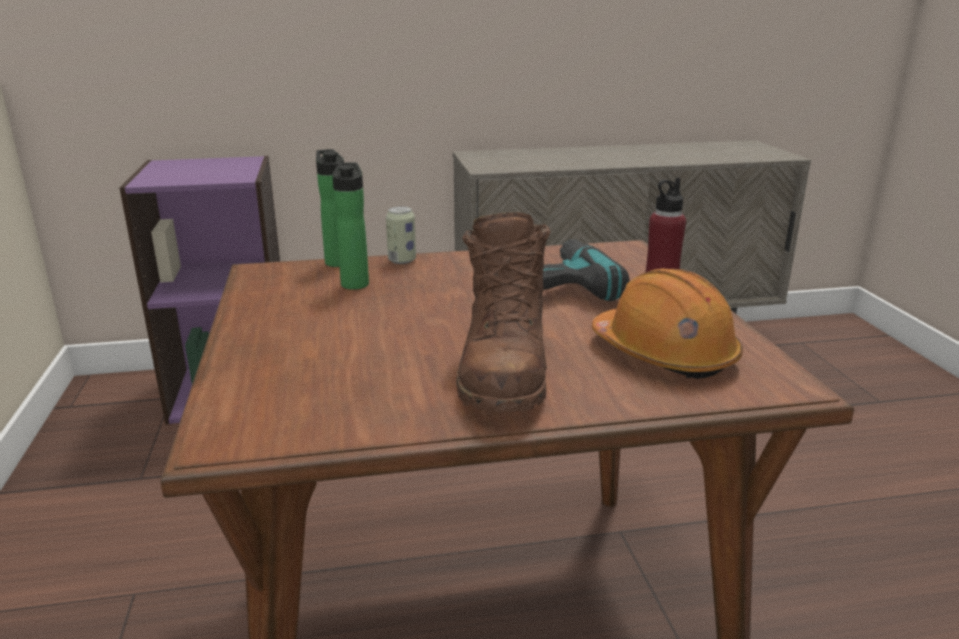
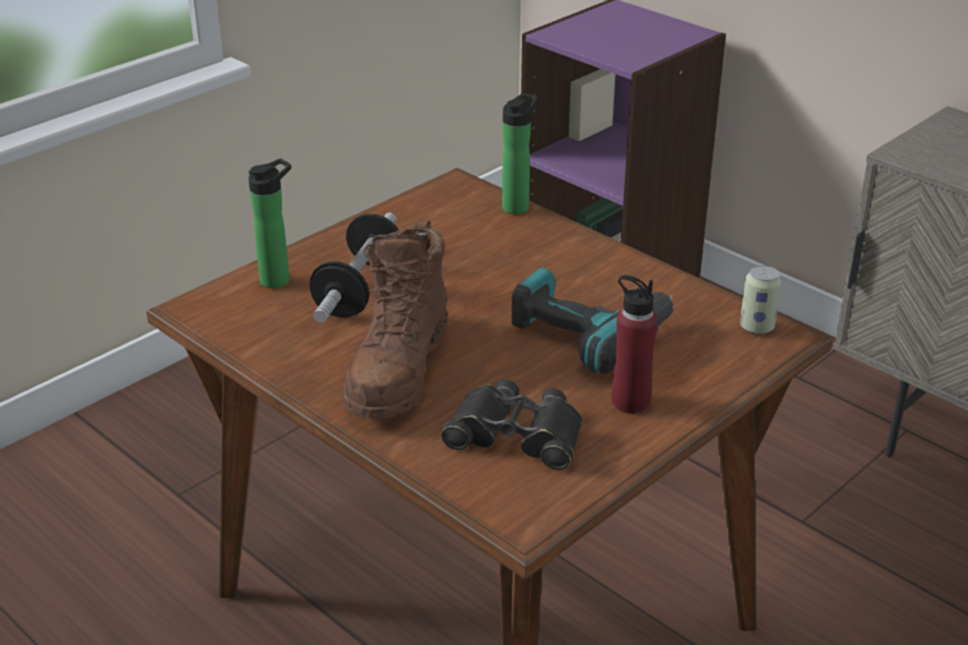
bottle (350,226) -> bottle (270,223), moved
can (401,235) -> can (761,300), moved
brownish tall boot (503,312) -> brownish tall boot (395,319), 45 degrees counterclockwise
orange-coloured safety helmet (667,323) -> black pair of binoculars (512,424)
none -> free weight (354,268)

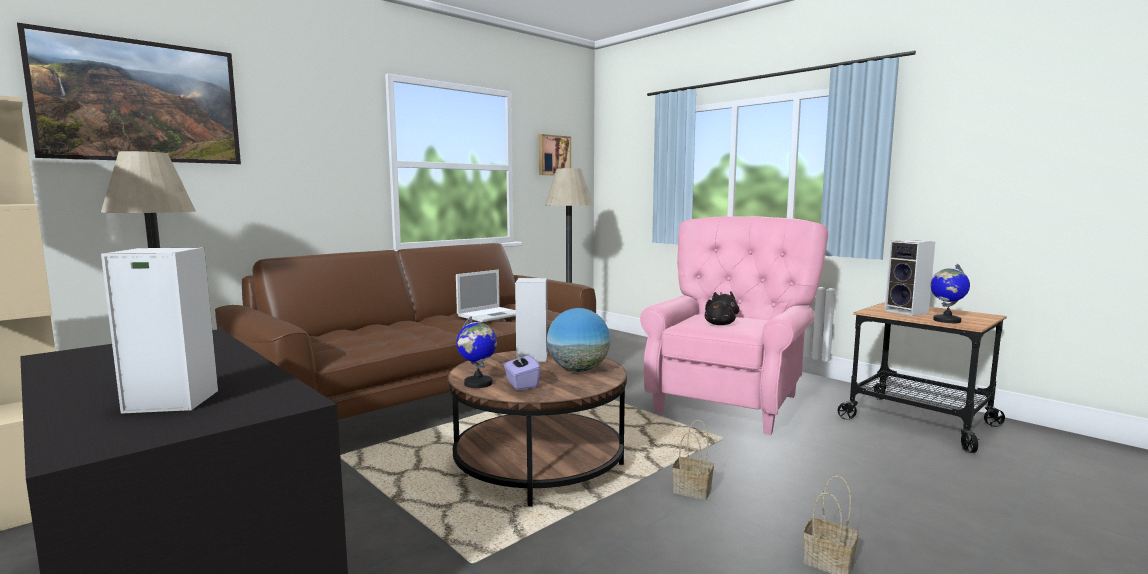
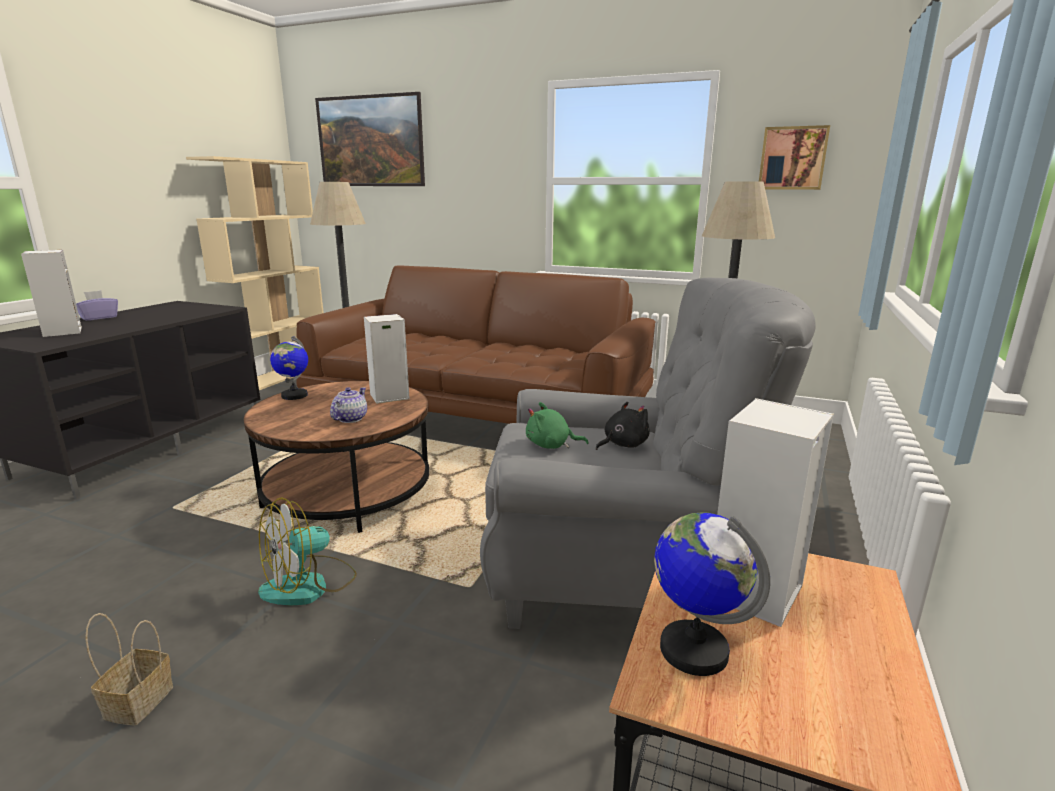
portable computer (486,295) -> none
purple box of tissues (522,371) -> purple box of tissues (97,305), moved
world globe (578,340) -> teapot (348,405)
pinkish armchair (734,325) -> grey armchair (648,453)
storage basket (693,460) -> electric fan (307,551)
black plush toy (720,312) -> green-coloured plush toy (557,425)

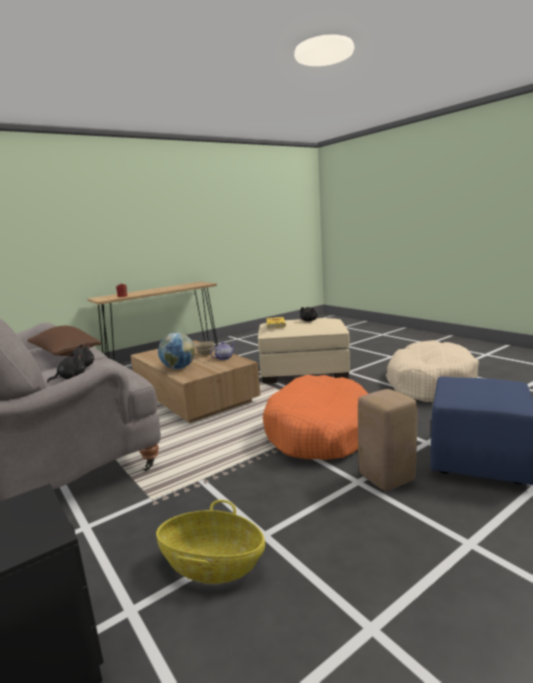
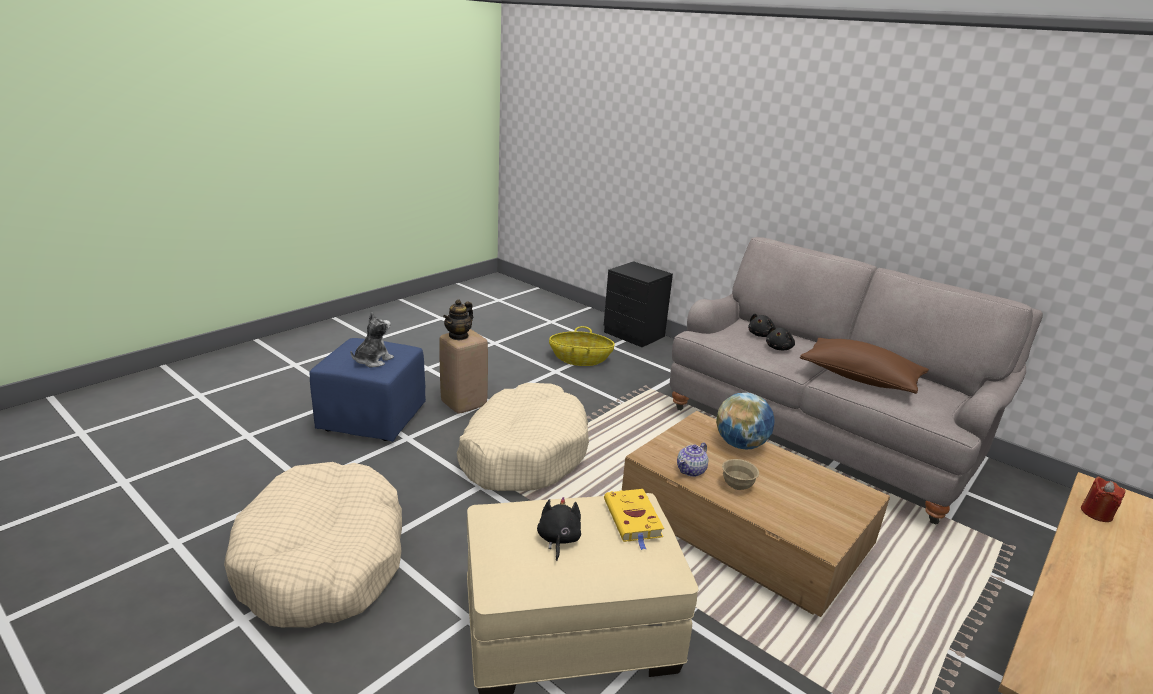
orange-coloured pet bed (316,417) -> beige pet bed (523,437)
none -> plush toy (372,339)
none -> teapot (458,319)

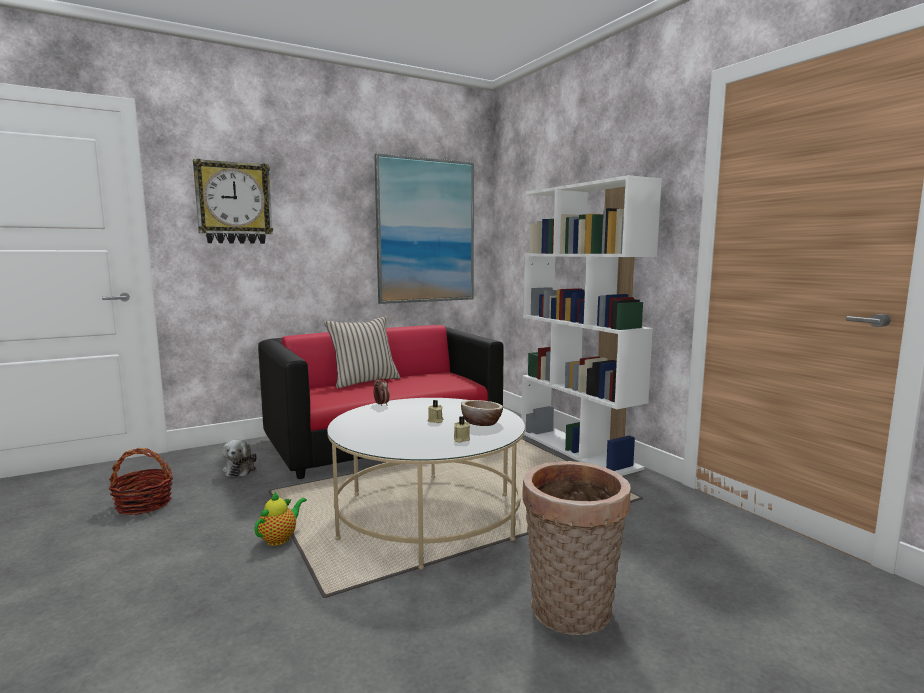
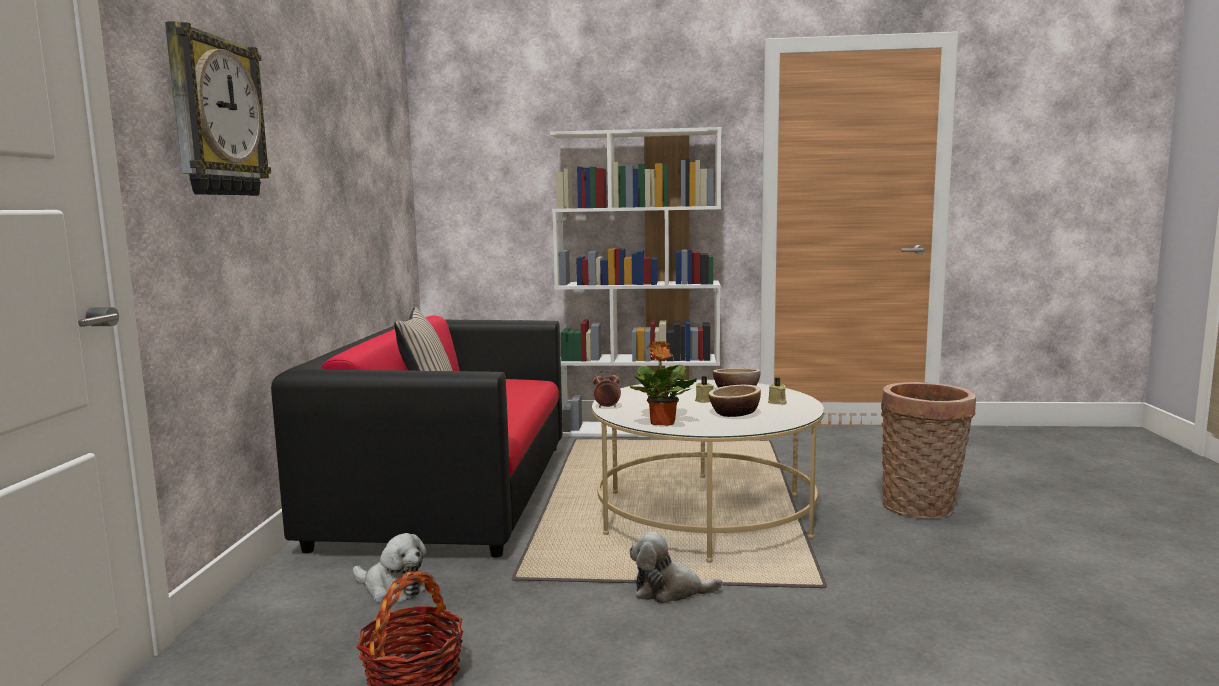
teapot (280,519) -> plush toy (676,567)
wall picture (424,228) -> none
none -> plant in a pot (664,383)
none -> deep dish (734,401)

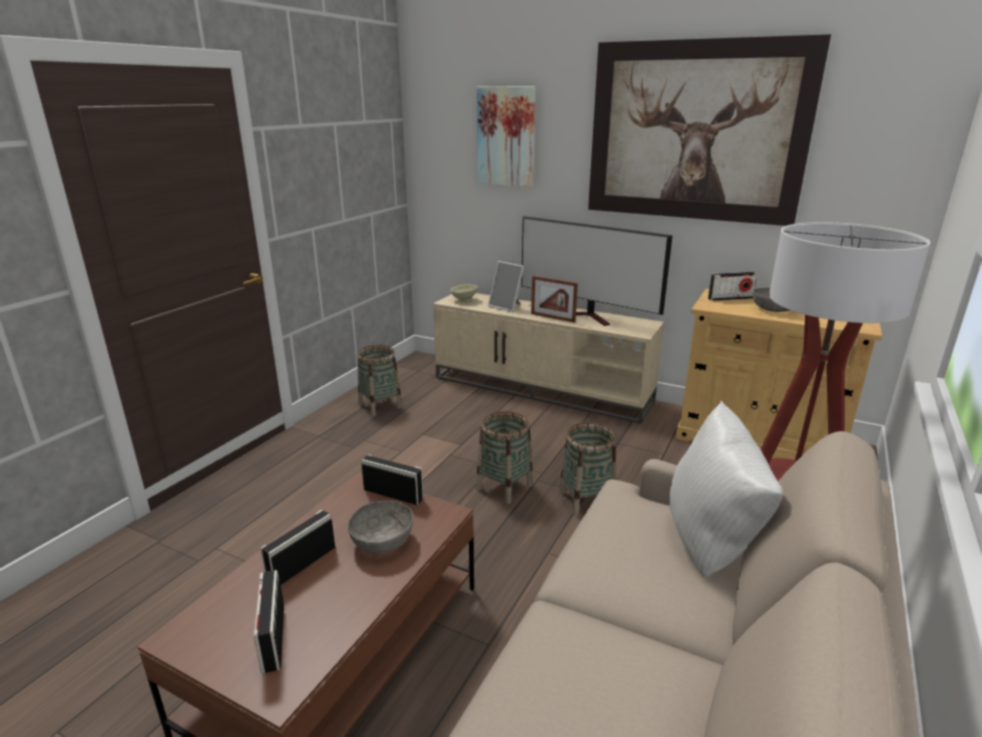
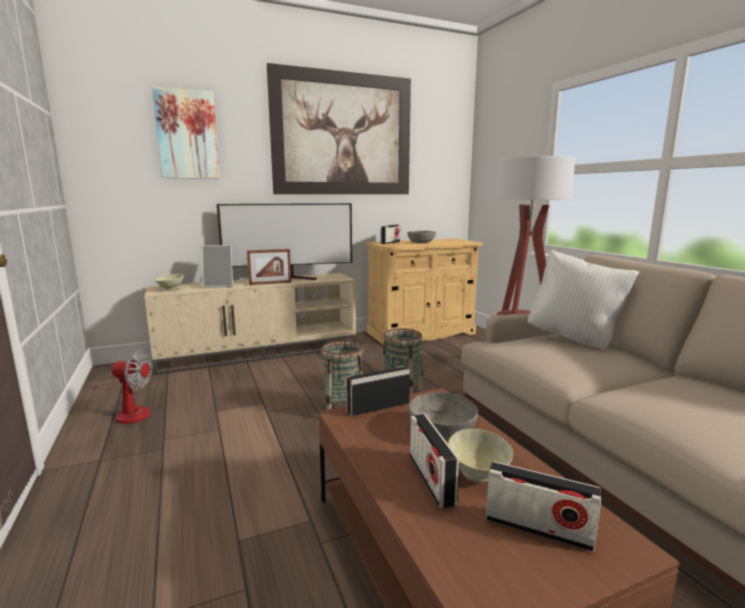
storage basket (379,380) -> electric fan (132,387)
none -> beige deep dish (480,455)

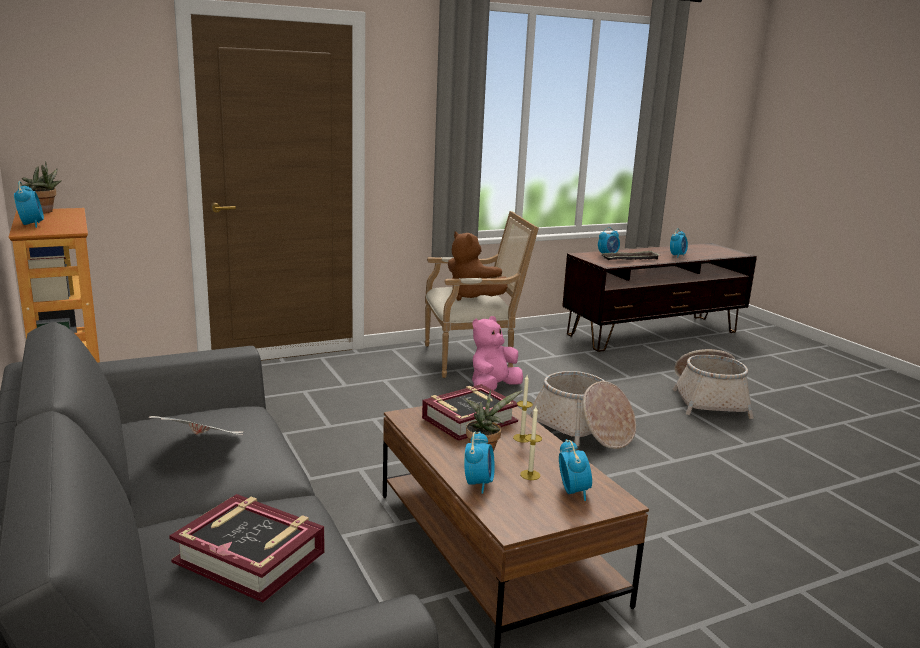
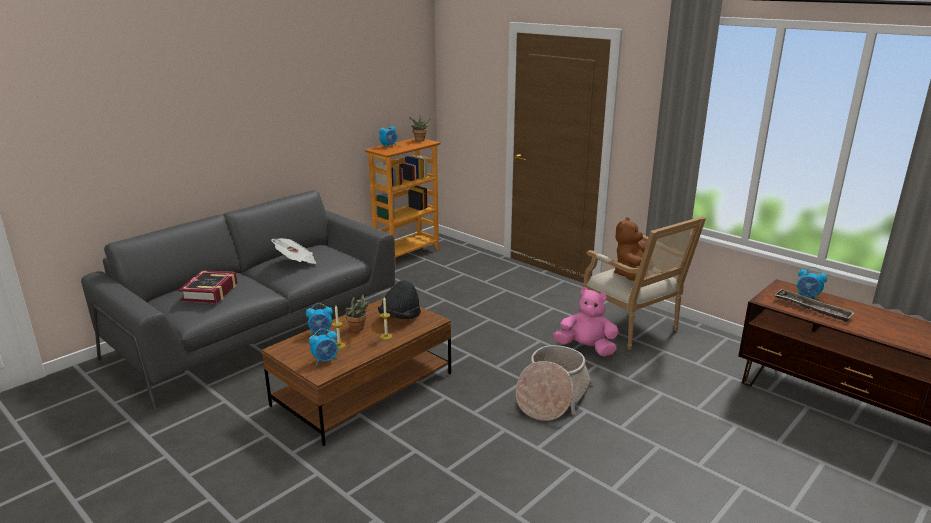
book (470,412) -> black hat (399,299)
alarm clock (679,243) -> none
storage basket (713,384) -> none

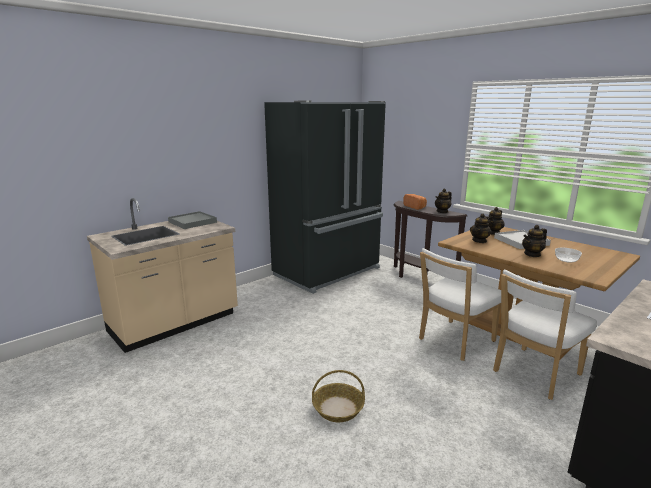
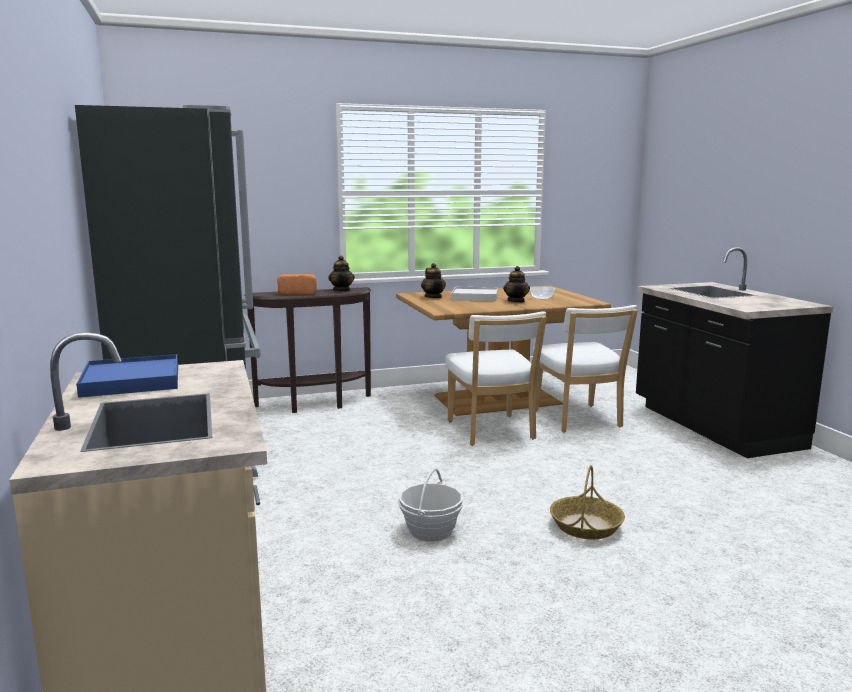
grey carrying tray (192,220) -> blue-coloured carrying tray (127,376)
teapot (480,228) -> none
none -> storage basket (431,505)

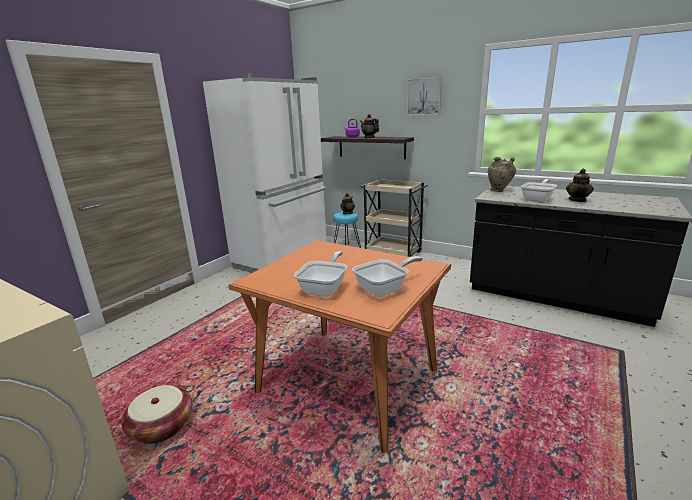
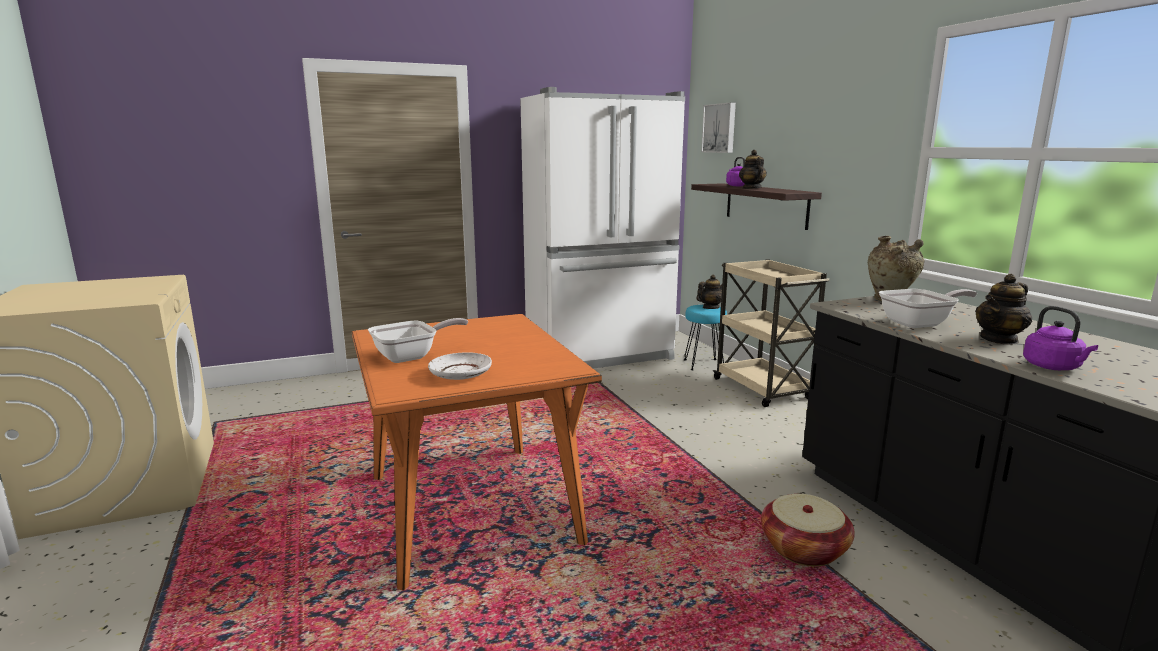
storage basket (156,414) -> storage basket (808,530), moved
pan (387,276) -> white-coloured dinner plate (460,366)
wall picture (424,96) -> wall picture (718,127), moved
none -> purple kettle (1060,338)

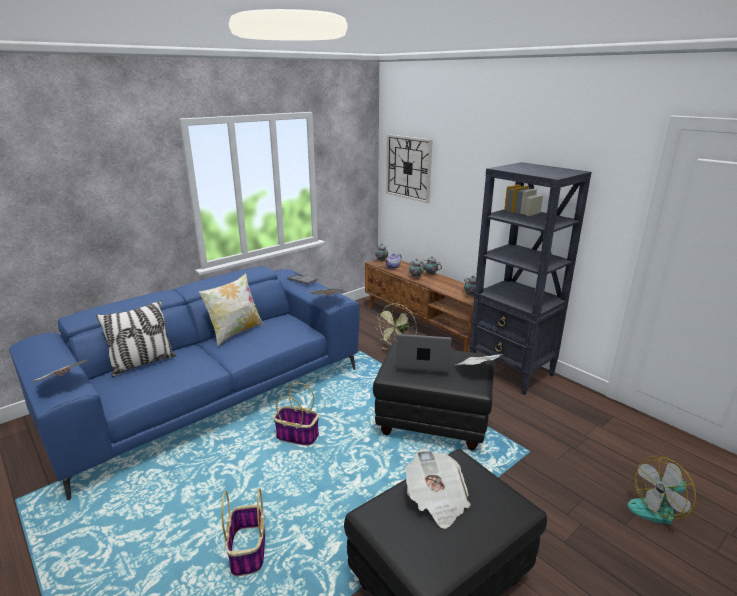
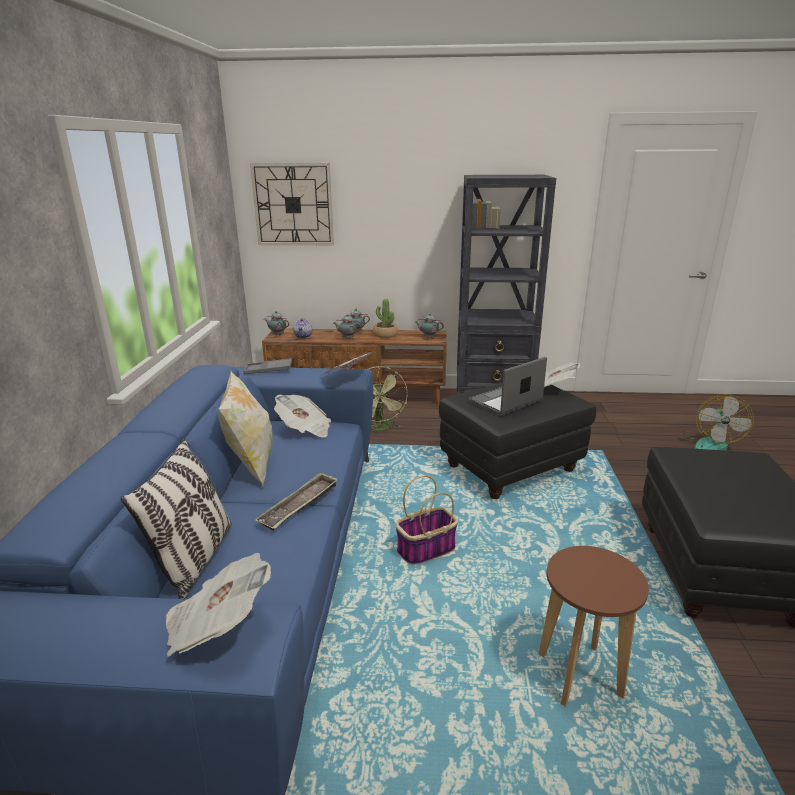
storage basket (243,532) -> brownish stool (593,626)
printed paper (437,489) -> printed paper (302,416), moved
none -> carrying tray (296,501)
none -> plant in a pot (385,318)

